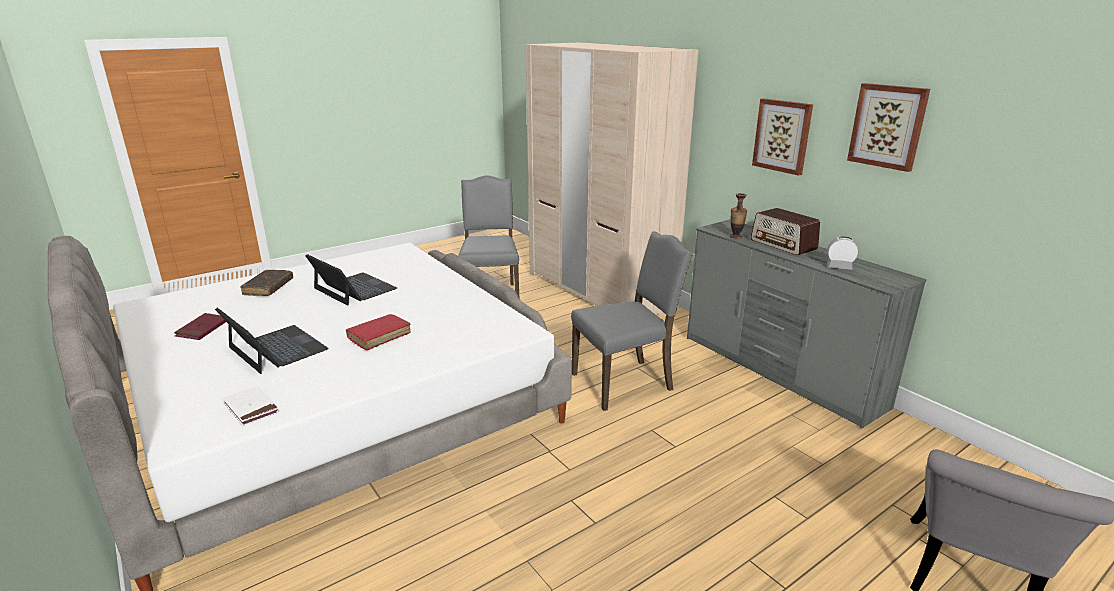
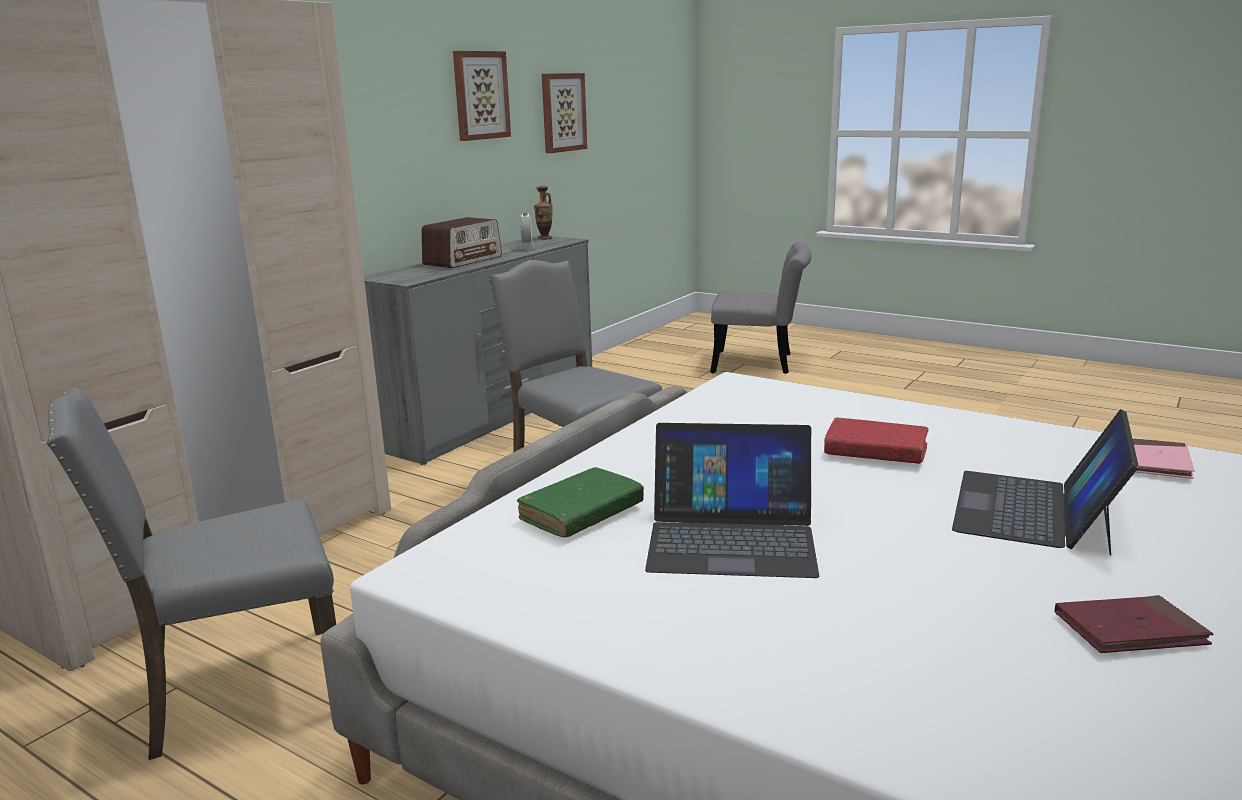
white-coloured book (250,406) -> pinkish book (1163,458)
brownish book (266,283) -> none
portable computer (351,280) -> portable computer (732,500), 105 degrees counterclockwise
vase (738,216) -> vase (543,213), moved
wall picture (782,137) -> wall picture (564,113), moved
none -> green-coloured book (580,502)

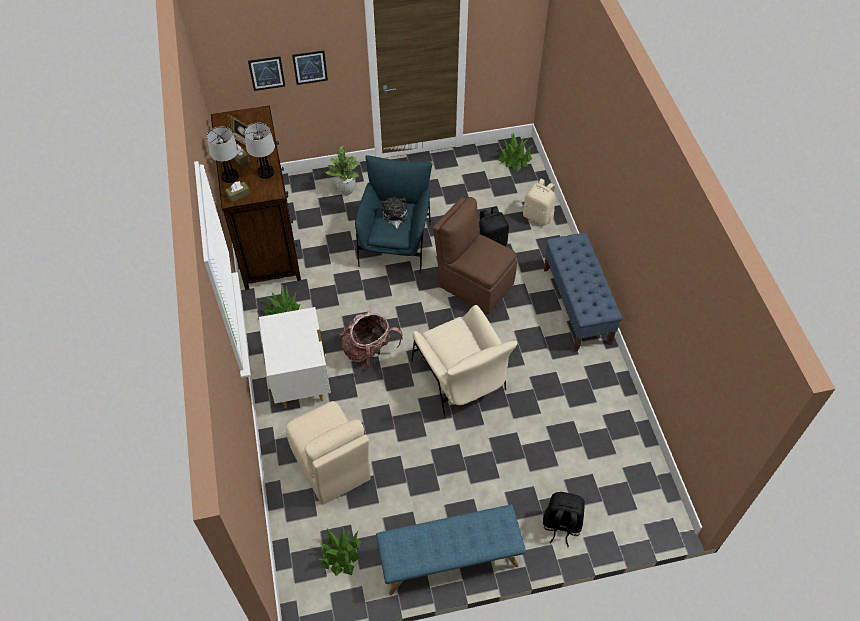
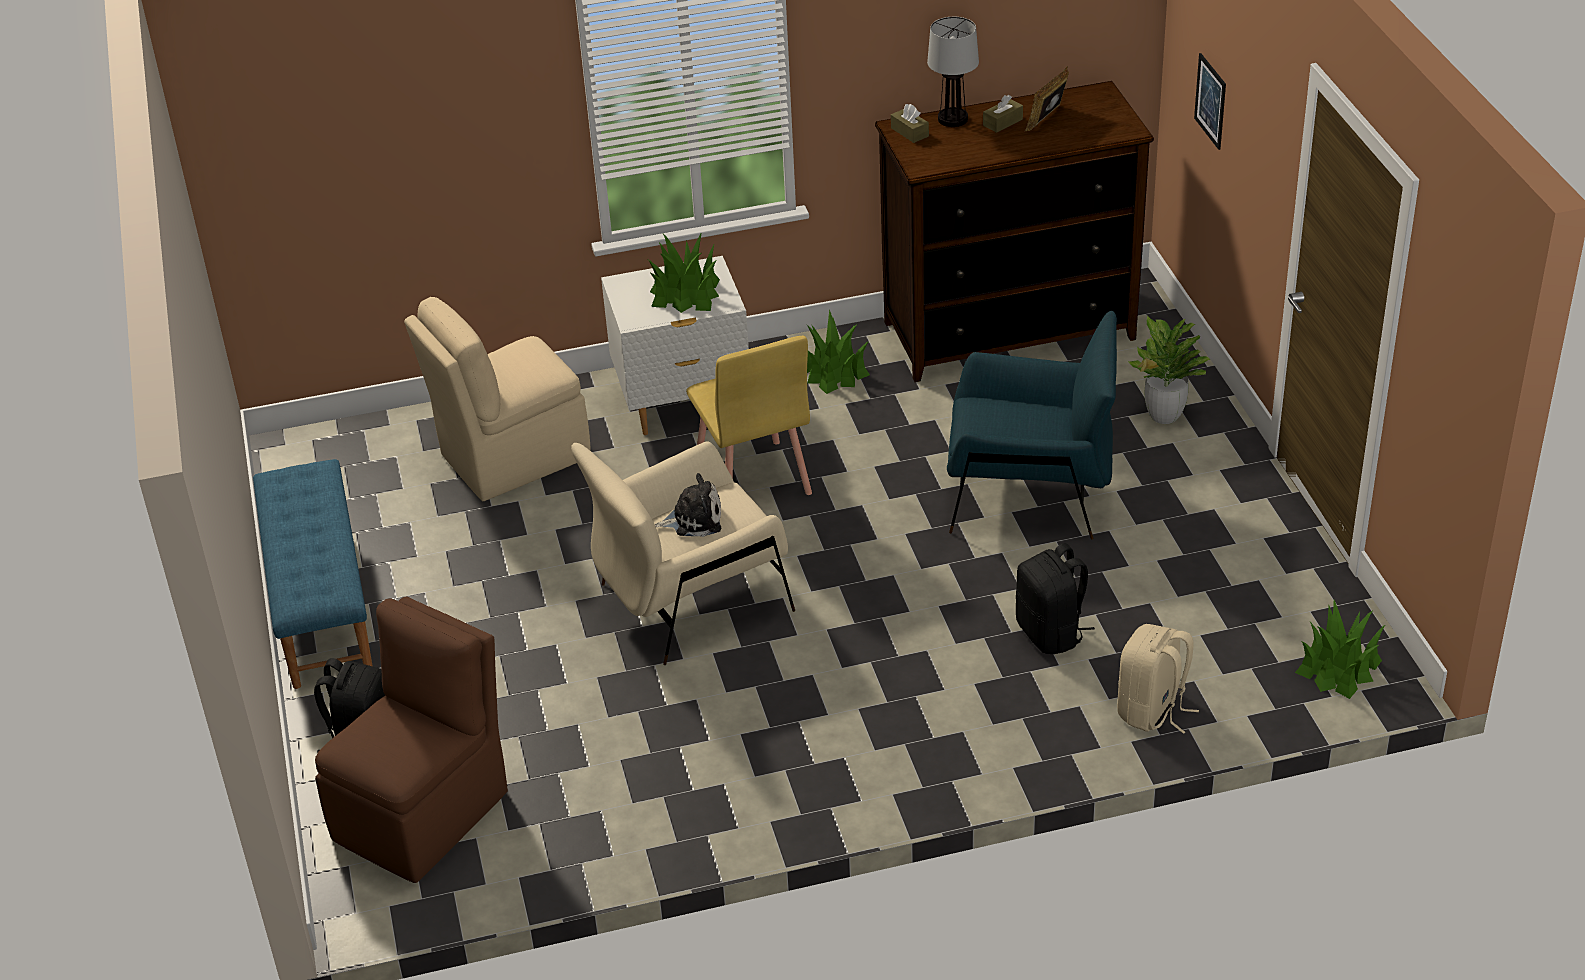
lamp for a table (259,150) -> none
wall picture (310,67) -> none
plant in a pot (340,551) -> plant in a pot (683,272), moved
knapsack (371,340) -> yellow plain chair (749,415)
plush toy (395,213) -> plush toy (688,505), moved
brownish plain chair (475,255) -> brownish plain chair (411,740), moved
blue-coloured long seat (583,292) -> none

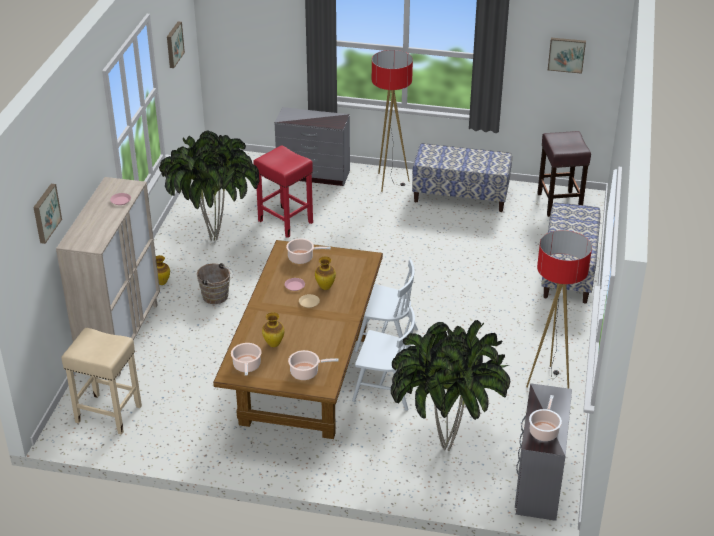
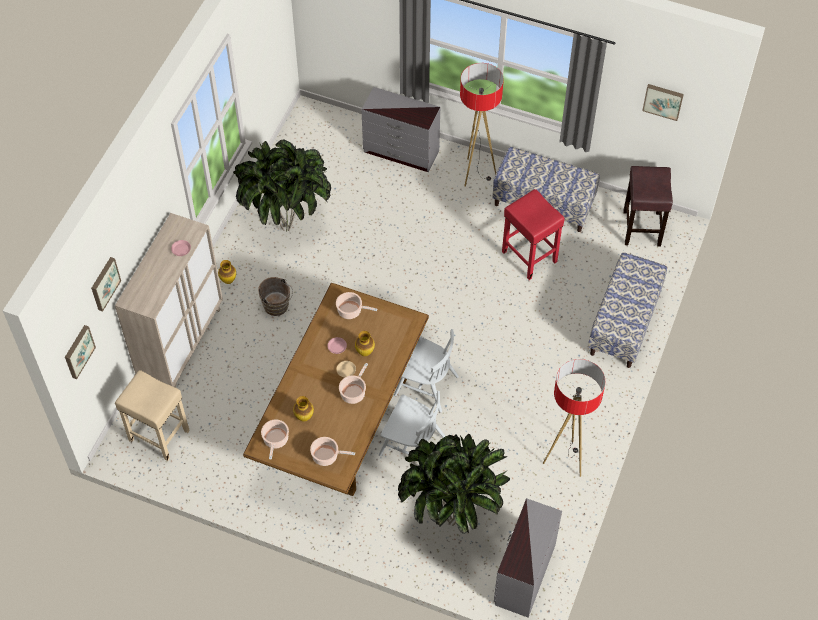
wall picture (176,45) -> wall picture (80,352), moved
reddish stool (283,191) -> reddish stool (533,234), moved
saucepot (545,418) -> saucepot (353,383), moved

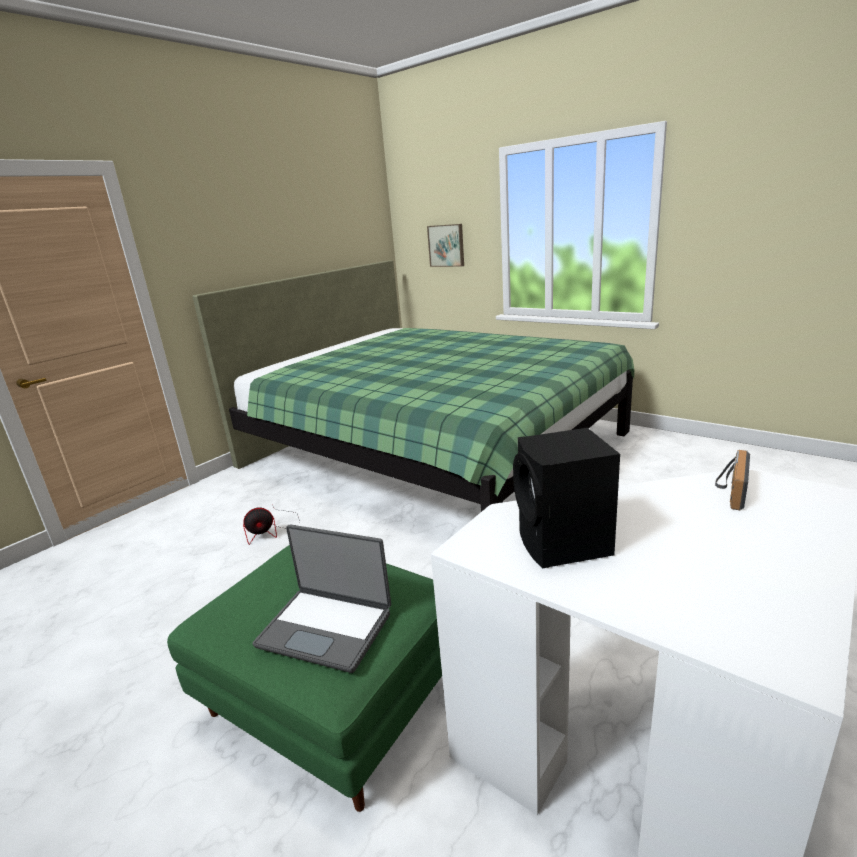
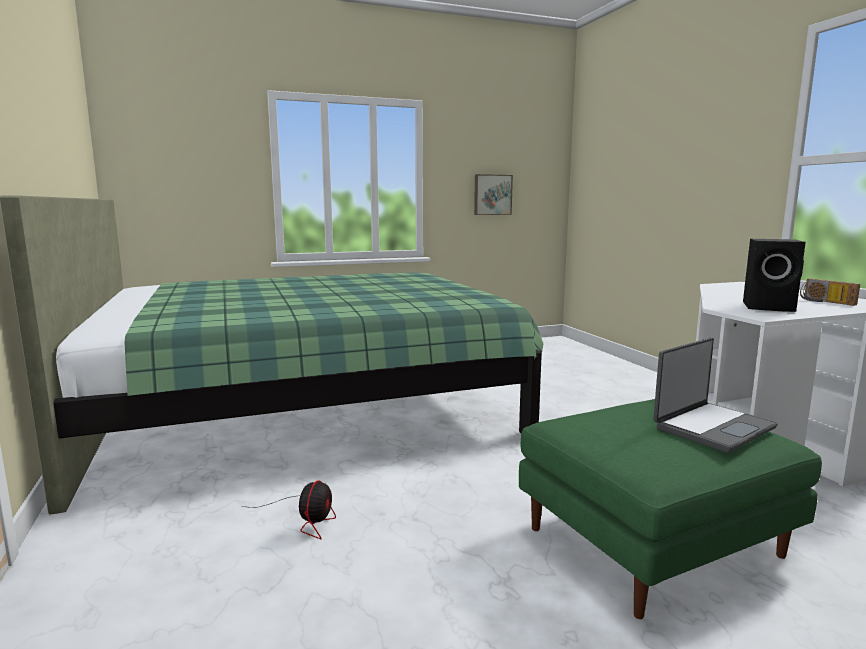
wall picture (445,245) -> wall picture (493,194), moved
radio (732,480) -> radio (830,292), moved

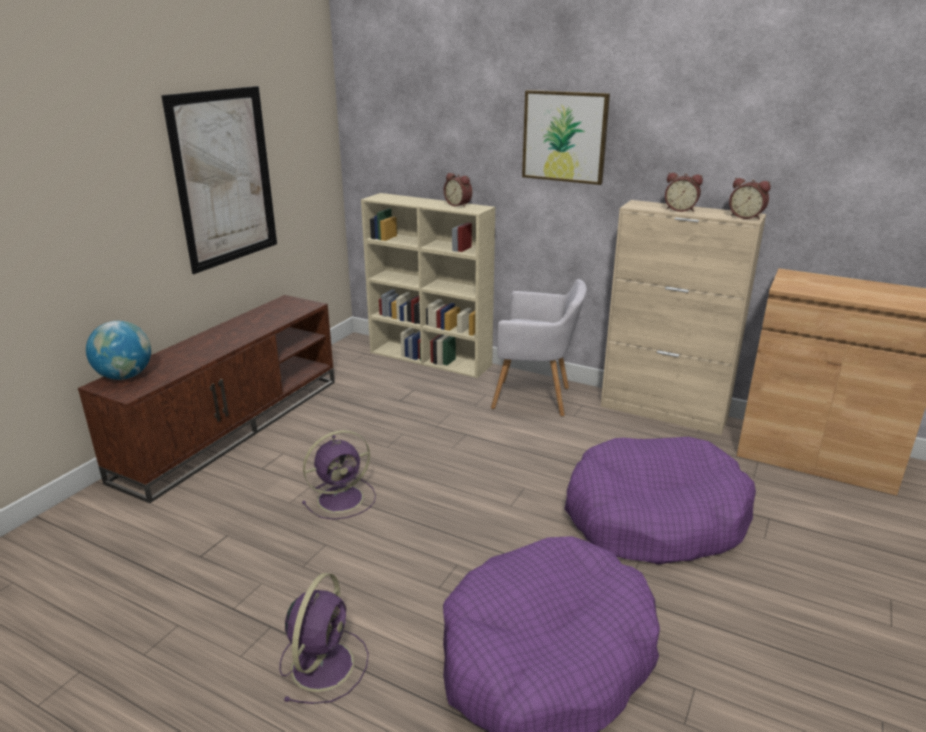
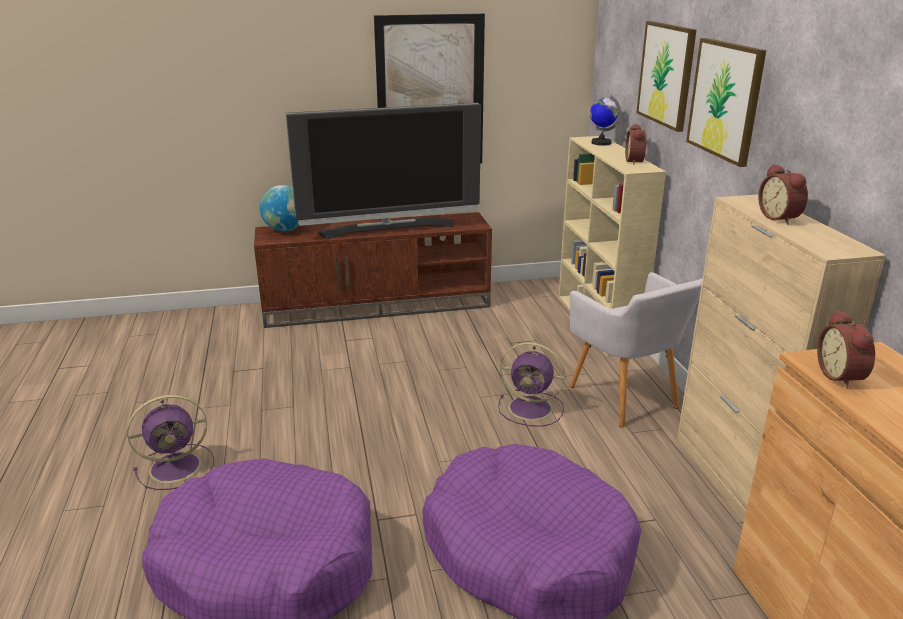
purple electric fan (339,475) -> purple electric fan (531,384), moved
alarm clock (750,199) -> alarm clock (846,349), moved
none -> television (383,171)
none -> world globe (605,120)
none -> wall picture (666,76)

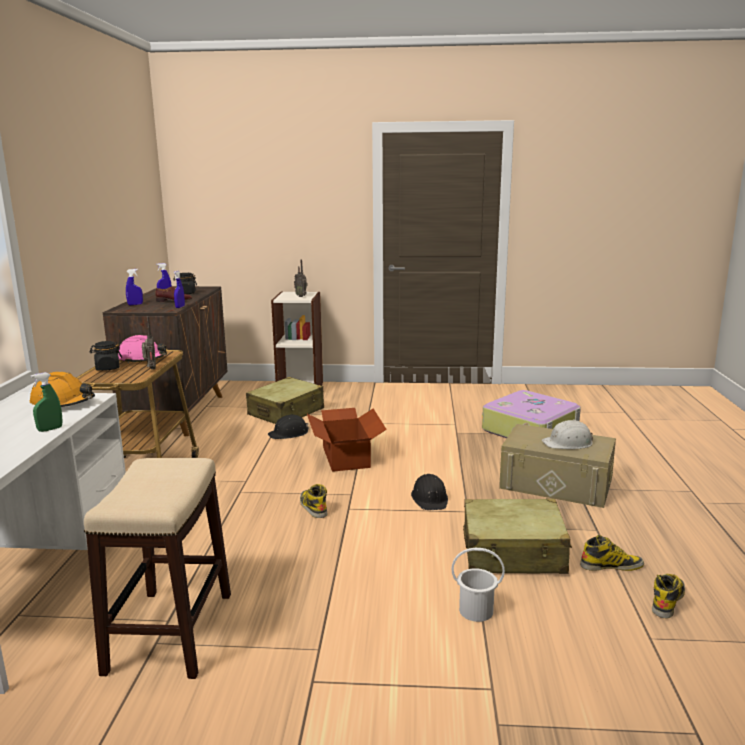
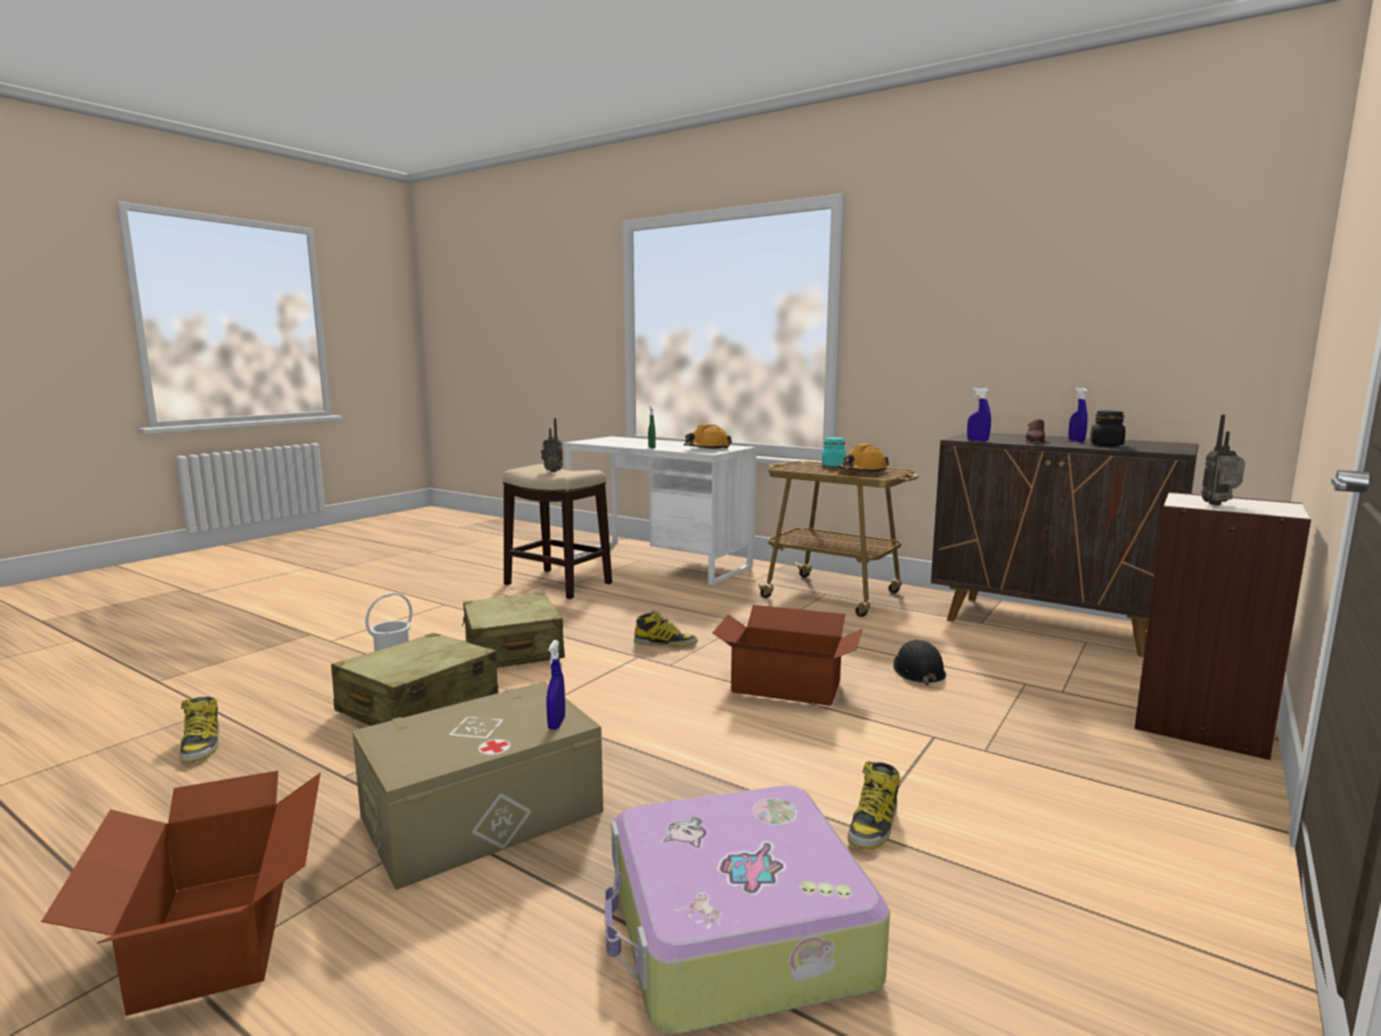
black preserve jar (106,356) -> turquoise preserve jar (834,452)
pinkish safety helmet (142,349) -> orange-coloured safety helmet (863,458)
blue-coloured sprayer (134,287) -> blue-coloured sprayer (555,685), moved
radio (149,342) -> radio (552,445), moved
beige suitcase (285,400) -> beige suitcase (513,630), moved
black safety helmet (429,492) -> none
white-coloured safety helmet (567,434) -> none
tall boot (612,553) -> tall boot (874,805), moved
none -> packing box (181,893)

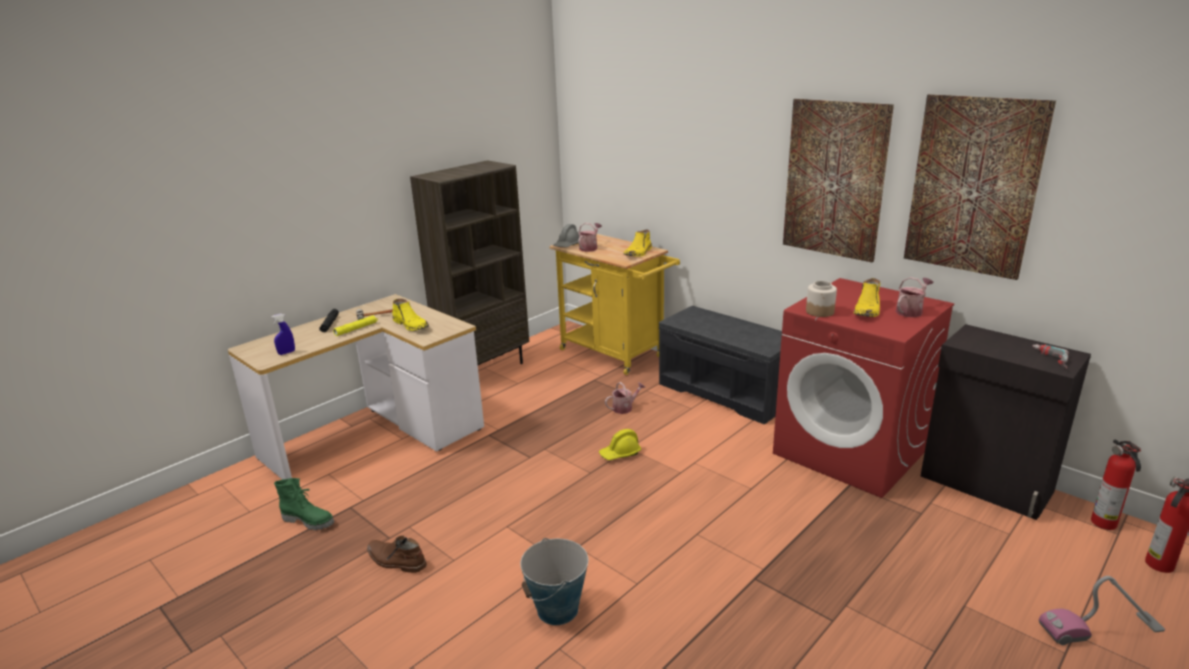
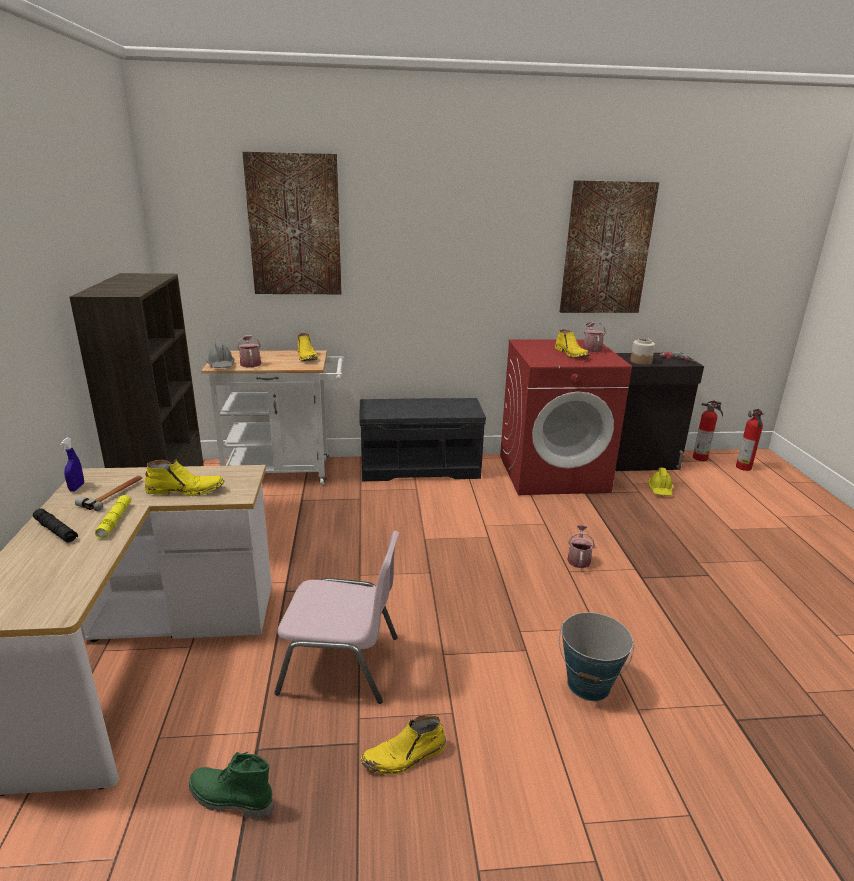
blue-coloured sprayer (283,334) -> blue-coloured sprayer (72,464), moved
green-coloured tall boot (304,504) -> green-coloured tall boot (231,786), 135 degrees counterclockwise
brownish tall boot (397,554) -> yellow tall boot (403,744)
yellow wheeled cart (614,304) -> white-coloured wheeled cart (272,417)
yellow safety helmet (620,444) -> yellow safety helmet (660,481), moved
sprinkling can (625,398) -> sprinkling can (581,546), moved
wall picture (838,180) -> wall picture (292,223), moved
preserve jar (821,299) -> preserve jar (642,351), moved
vacuum (1102,610) -> none
none -> pinkish plain chair (337,617)

